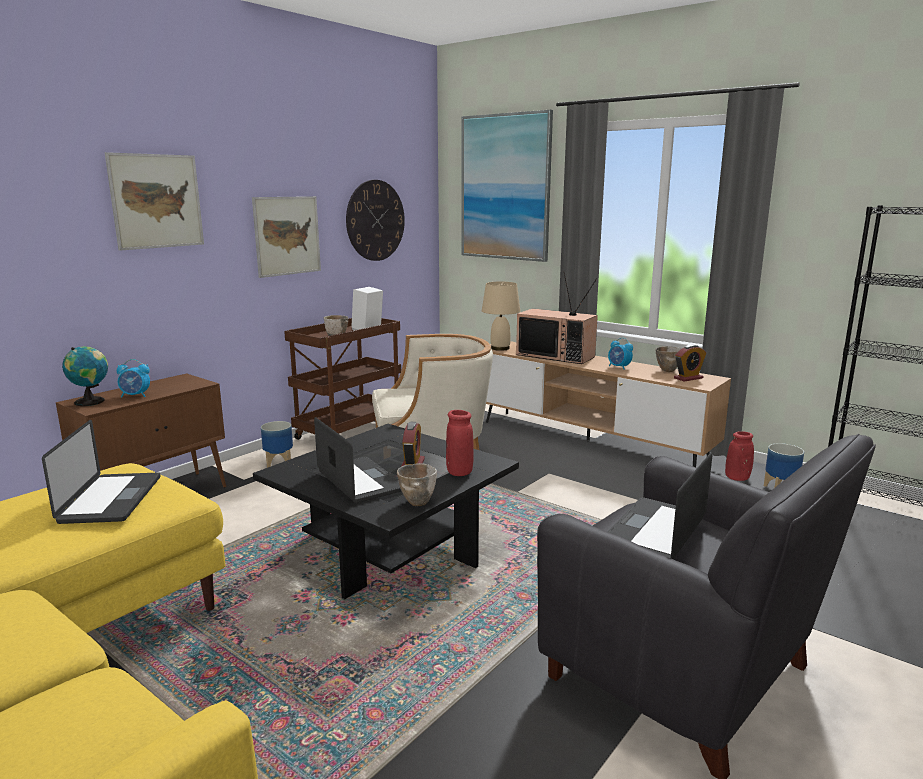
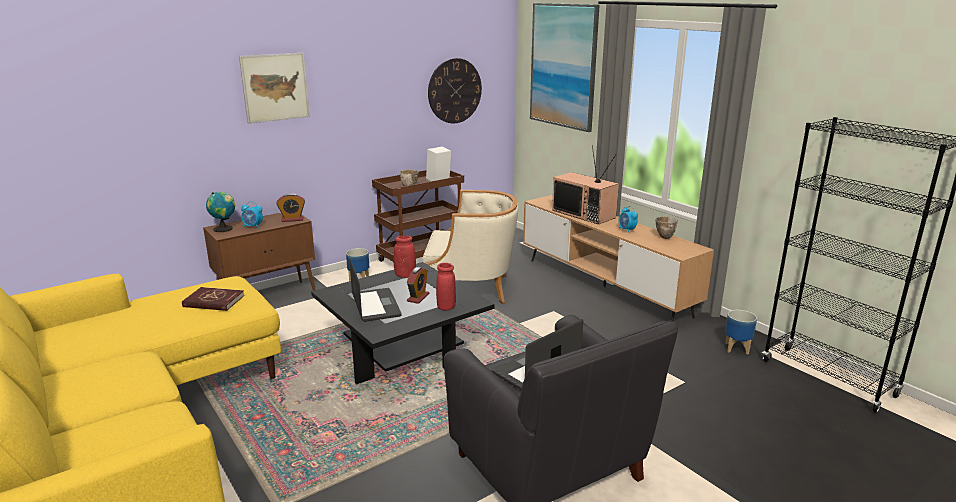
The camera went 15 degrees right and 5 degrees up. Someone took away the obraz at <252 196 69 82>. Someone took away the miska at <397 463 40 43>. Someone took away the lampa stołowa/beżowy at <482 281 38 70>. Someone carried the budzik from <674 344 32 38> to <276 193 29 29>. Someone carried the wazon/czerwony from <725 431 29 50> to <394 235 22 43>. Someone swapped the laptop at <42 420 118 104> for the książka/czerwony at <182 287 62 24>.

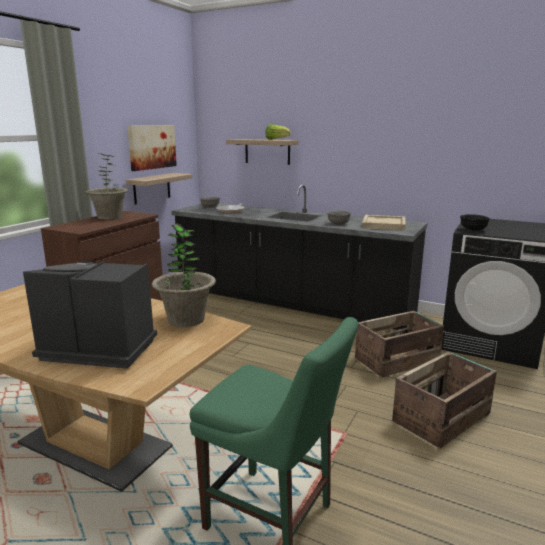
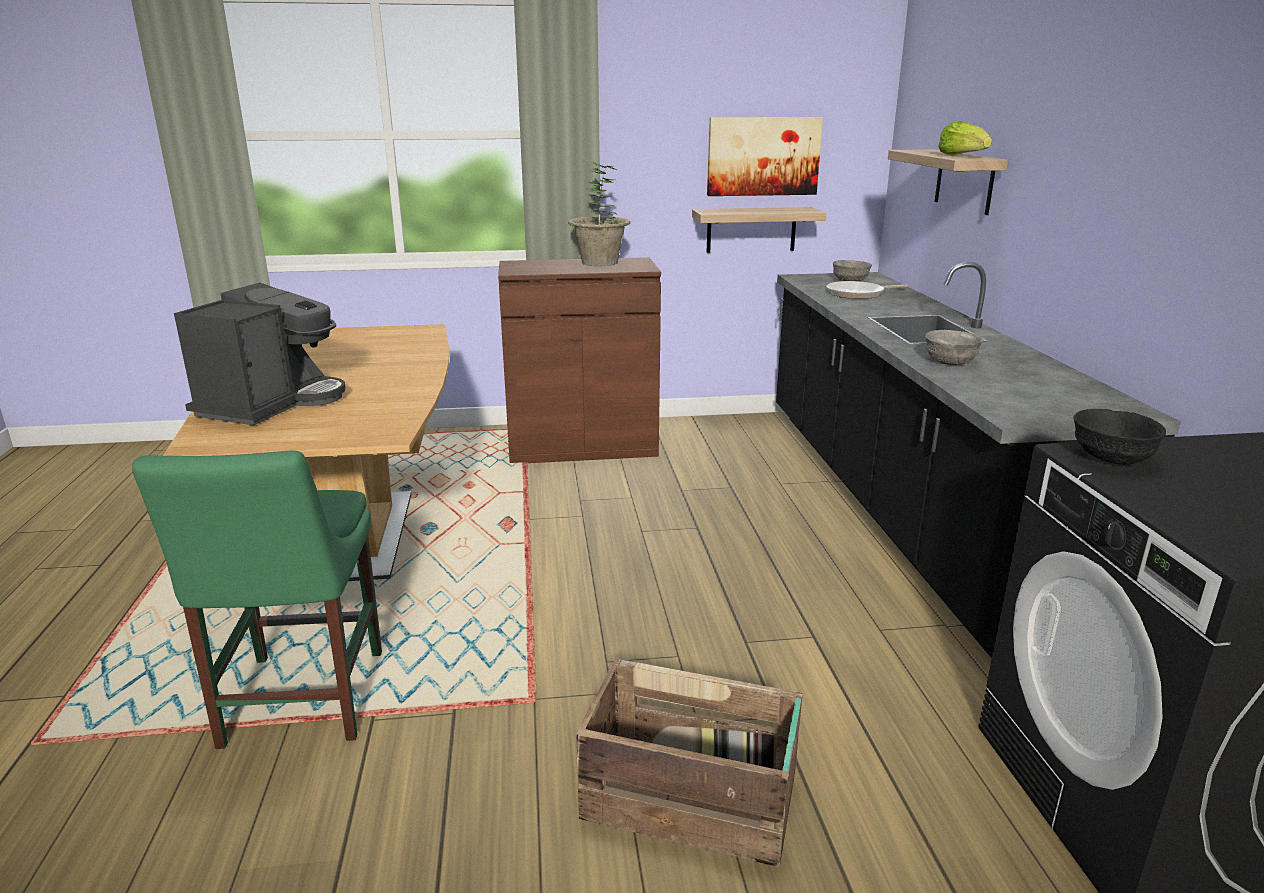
The camera went 55 degrees right and 5 degrees up. Someone took away the roślina doniczkowa at <152 224 64 103>. Someone took away the skrzynka at <355 311 89 66>. Someone took away the taca/beżowy at <362 215 44 15>. Someone rotated the ekspres do kawy at <23 261 134 108> by 45 degrees clockwise.

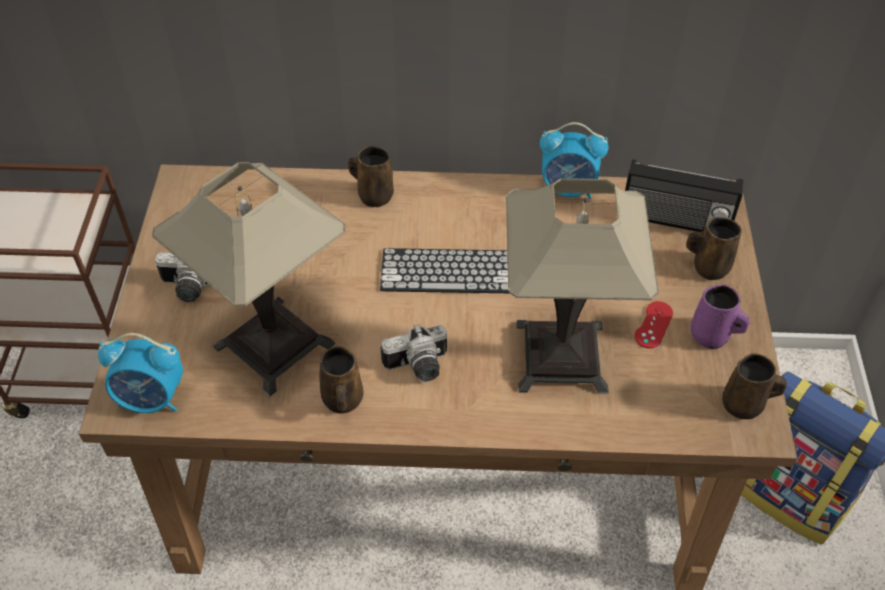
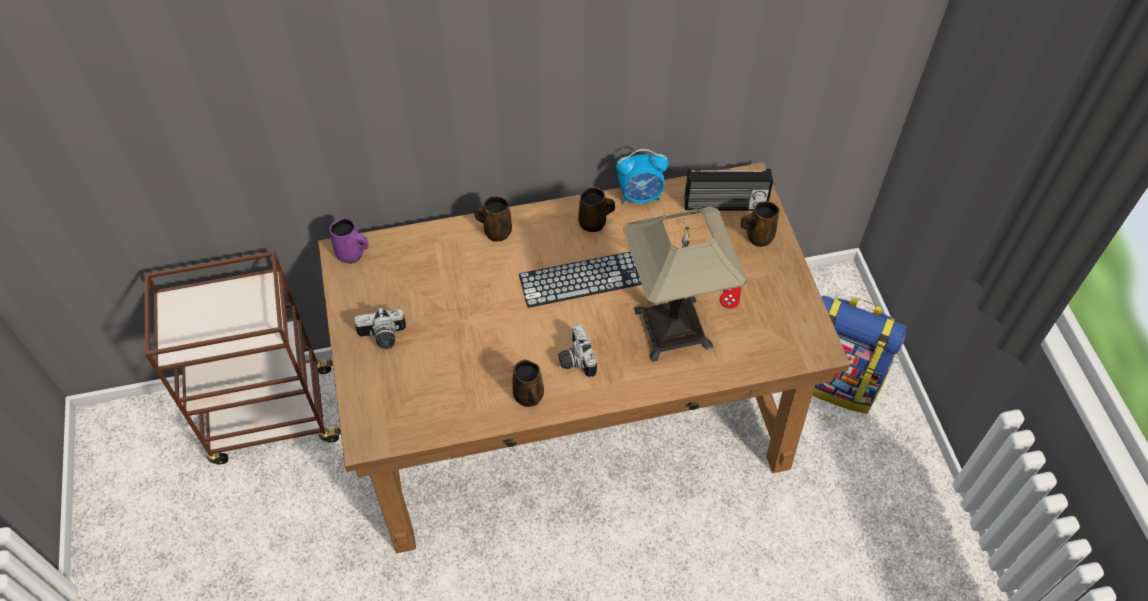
The camera went 15 degrees left and 5 degrees up. Someone took away the budzik at <98 333 85 80>. Someone took away the lampa stołowa at <152 162 193 235>. Someone carried the kubek/fioletowy from <691 284 59 65> to <330 218 39 46>. Someone carried the kubek/brązowy from <722 353 65 66> to <578 187 37 45>. Someone rotated the aparat fotograficzny at <380 324 67 58> by 105 degrees clockwise.

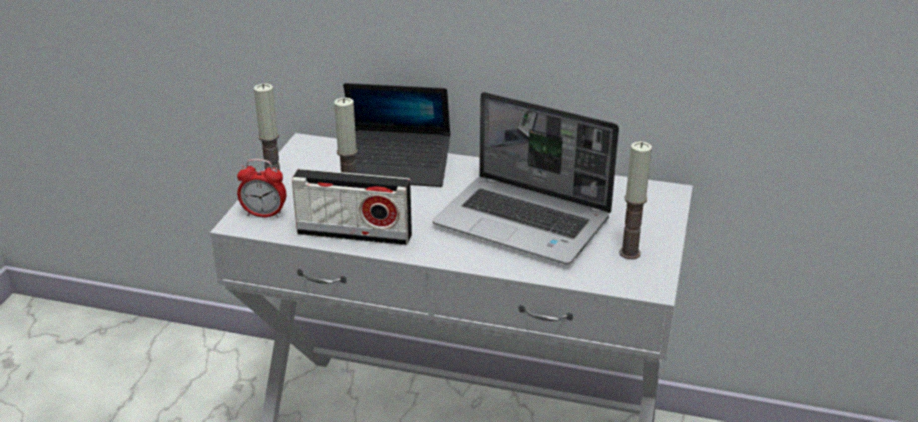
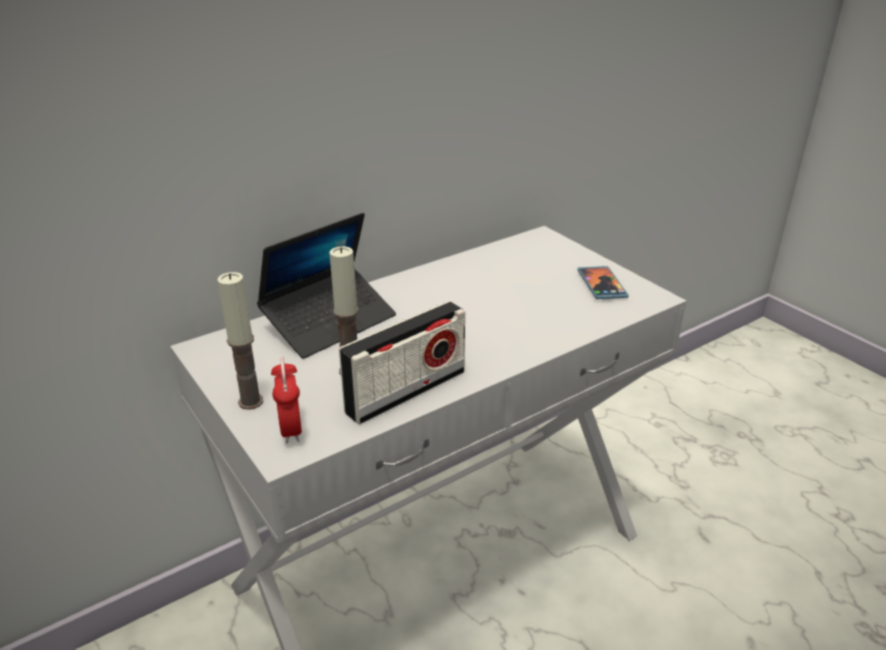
The camera went 50 degrees left and 0 degrees up. Someone took away the laptop at <433 92 186 173>. Someone swapped the świeca at <619 142 33 117> for the telefon at <578 266 50 33>. Someone rotated the budzik at <237 159 49 59> by 120 degrees clockwise.

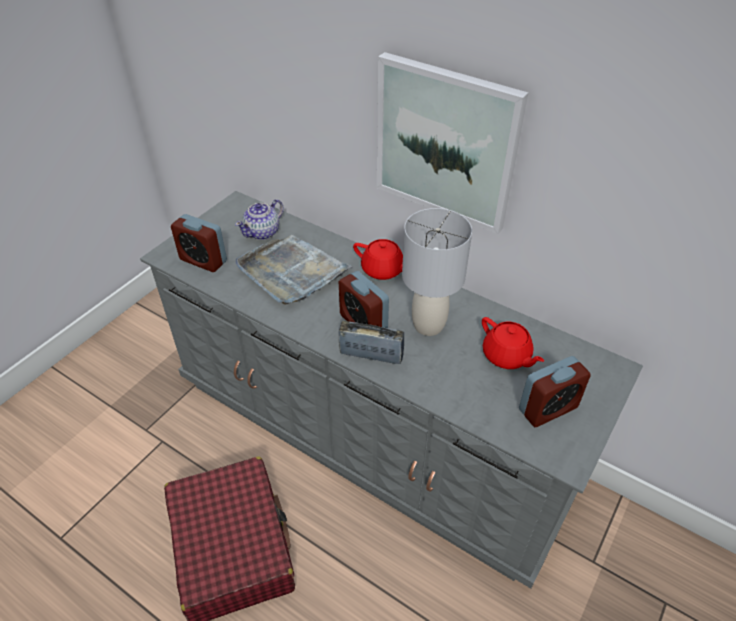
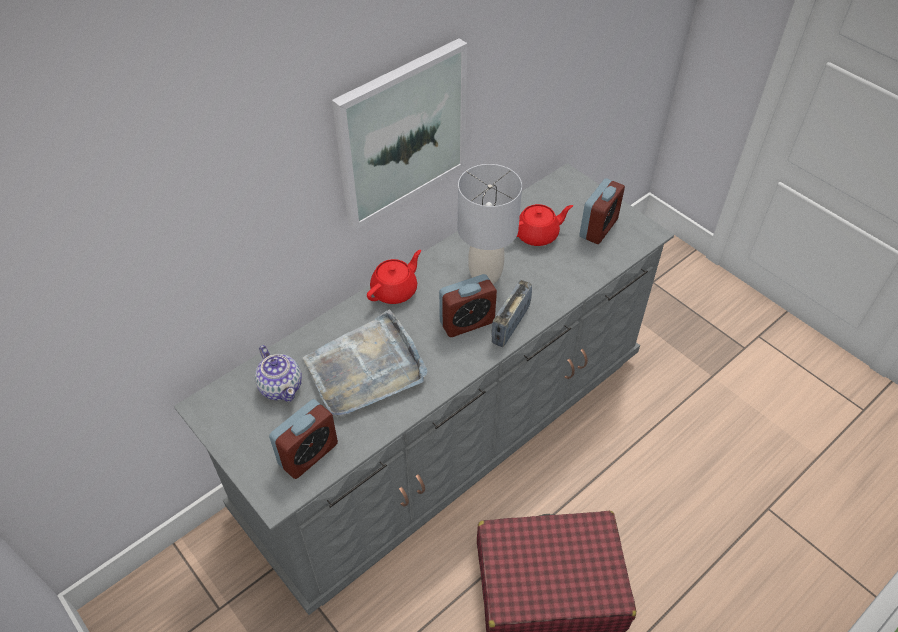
The camera went 75 degrees left and 5 degrees up. Someone rotated the budzik at <519 356 72 71> by 45 degrees clockwise.

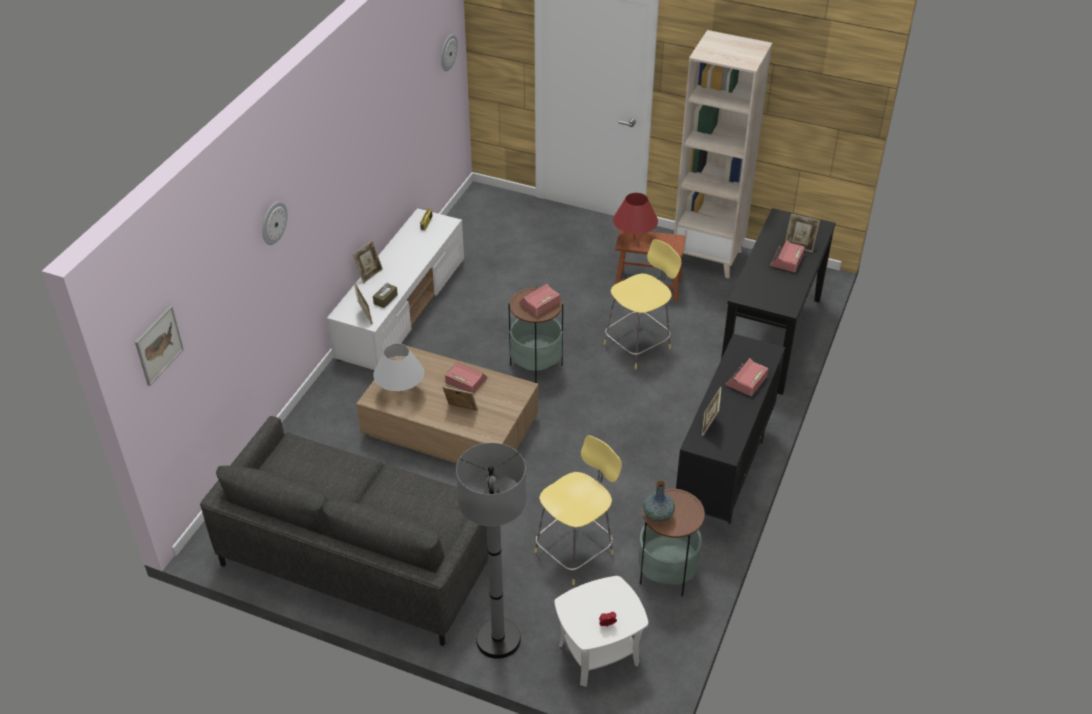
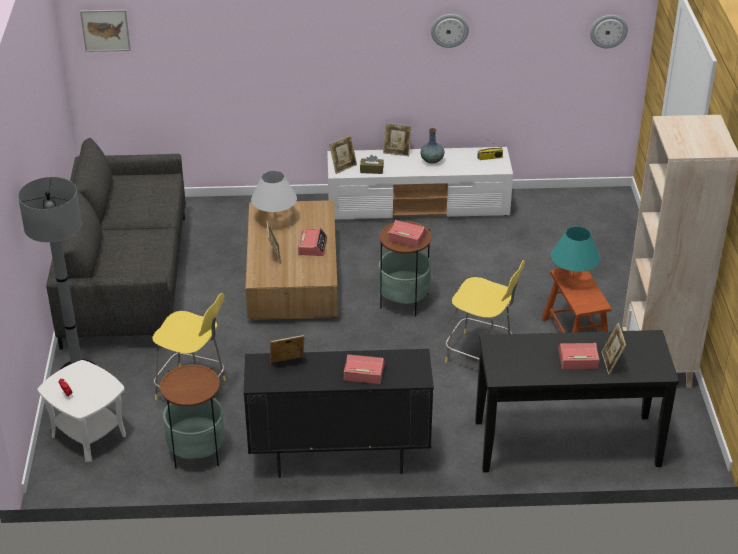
The camera went 65 degrees right and 5 degrees down. Someone carried the zegar ścienny from <262 201 26 44> to <431 14 38 34>. Someone carried the wazon from <643 480 32 42> to <420 128 25 36>. Someone repainted the lampa stołowa/czerwony at <613 193 45 47>, which became the lampa stołowa/turkusowy at <551 226 50 52>.

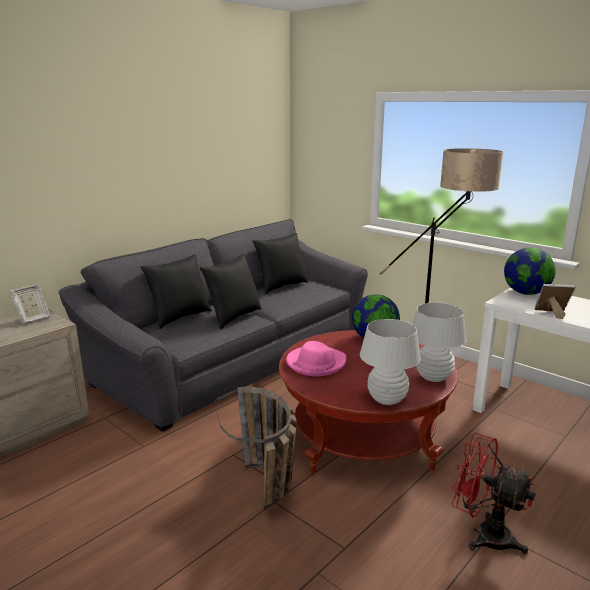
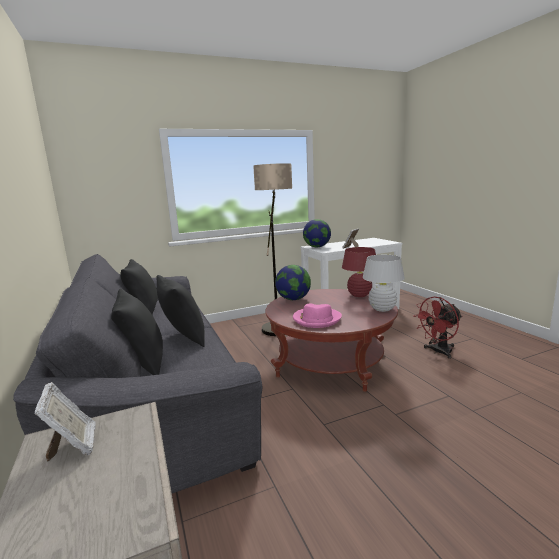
The camera went 65 degrees left and 5 degrees down. Someone took away the koszyk at <216 387 81 122>. Someone repainted the lampa stołowa/biały at <412 302 55 80>, which became the lampa stołowa/czerwony at <342 247 34 50>.

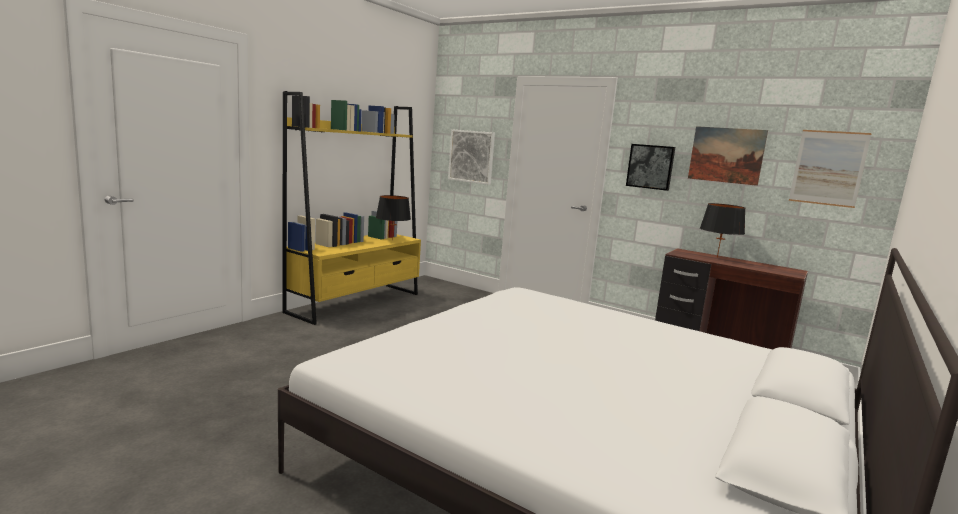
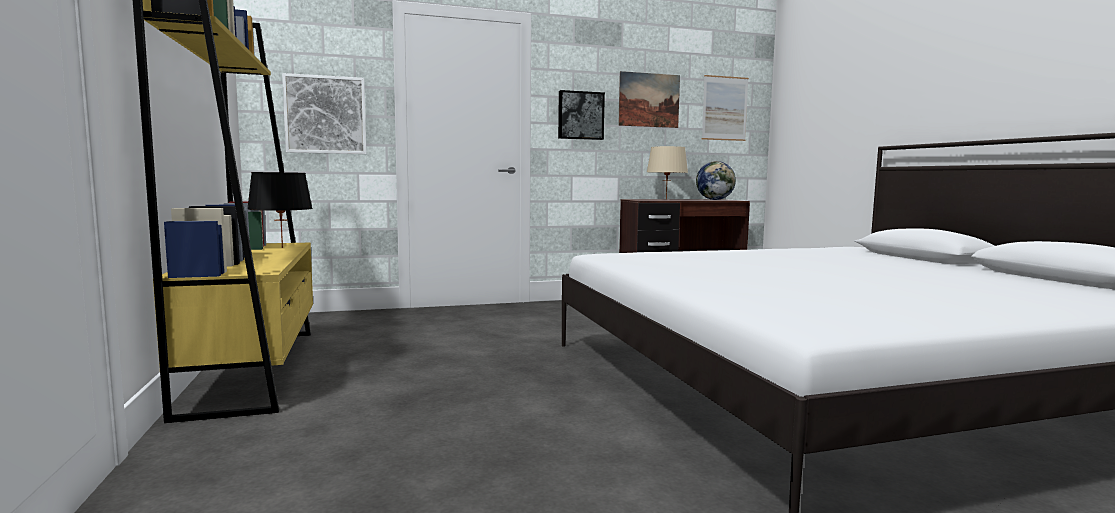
The camera went 50 degrees left and 5 degrees down. Someone put down the globus at <696 161 40 39>. Someone repainted the lampa stołowa/czarny at <700 203 45 55>, which became the lampa stołowa/beżowy at <647 146 41 54>.

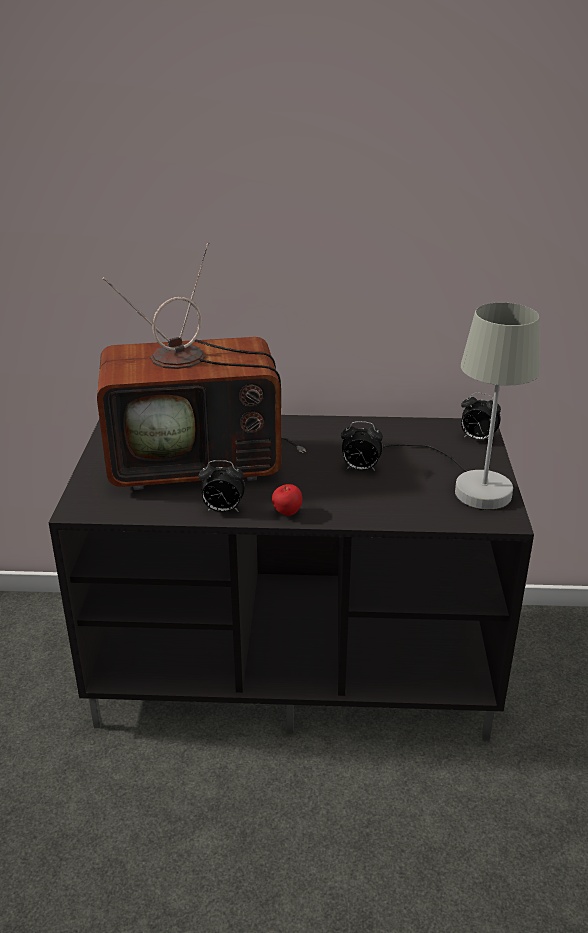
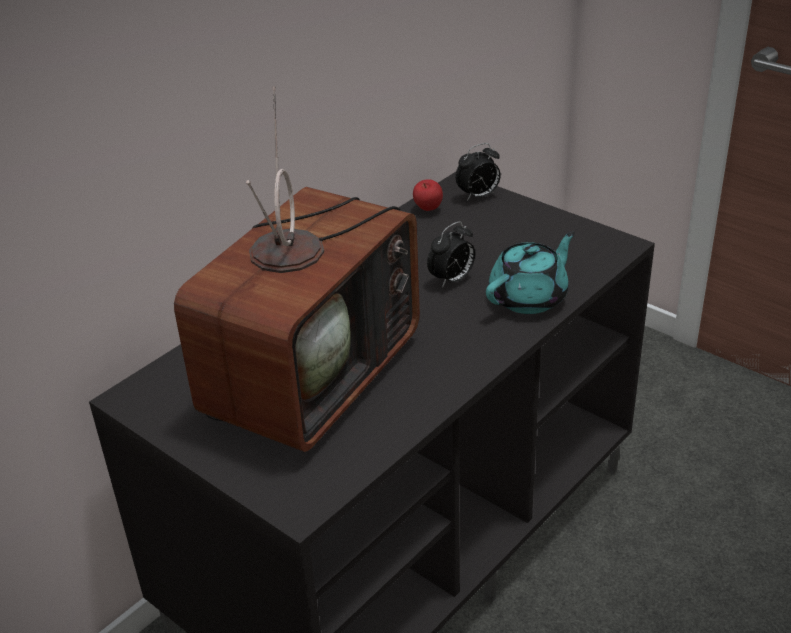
The camera went 50 degrees left and 5 degrees up. Someone took away the budzik at <198 460 47 52>. Someone took away the lampa stołowa/szary at <382 303 158 207>. Someone put down the imbryk/turkusowy at <486 232 89 82>. Someone carried the jabłko from <272 484 30 32> to <413 179 30 32>.

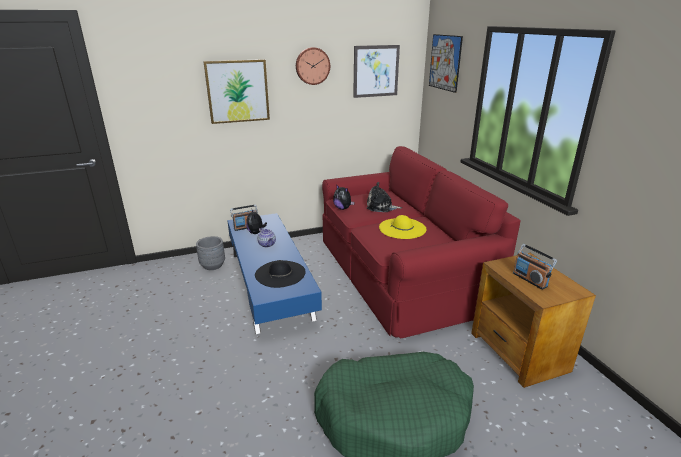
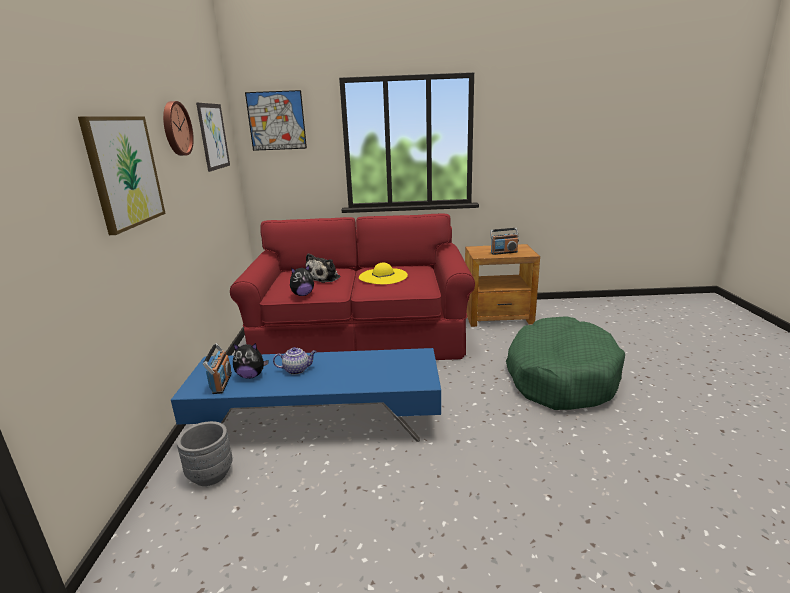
The camera went 70 degrees left and 5 degrees down. Someone took away the kapelusz/czarny at <255 260 51 28>.

